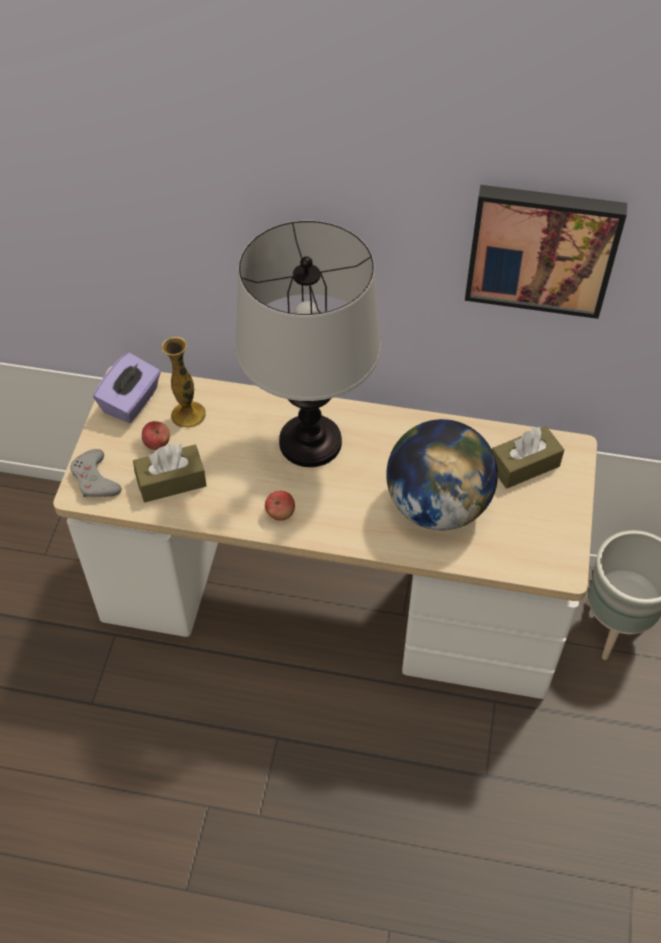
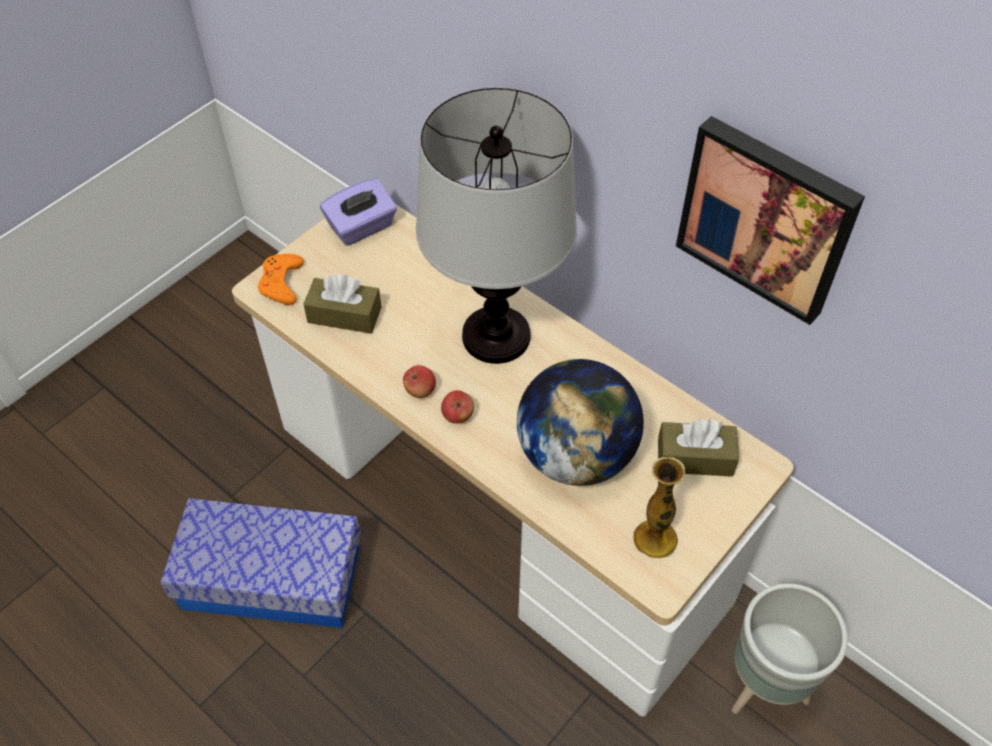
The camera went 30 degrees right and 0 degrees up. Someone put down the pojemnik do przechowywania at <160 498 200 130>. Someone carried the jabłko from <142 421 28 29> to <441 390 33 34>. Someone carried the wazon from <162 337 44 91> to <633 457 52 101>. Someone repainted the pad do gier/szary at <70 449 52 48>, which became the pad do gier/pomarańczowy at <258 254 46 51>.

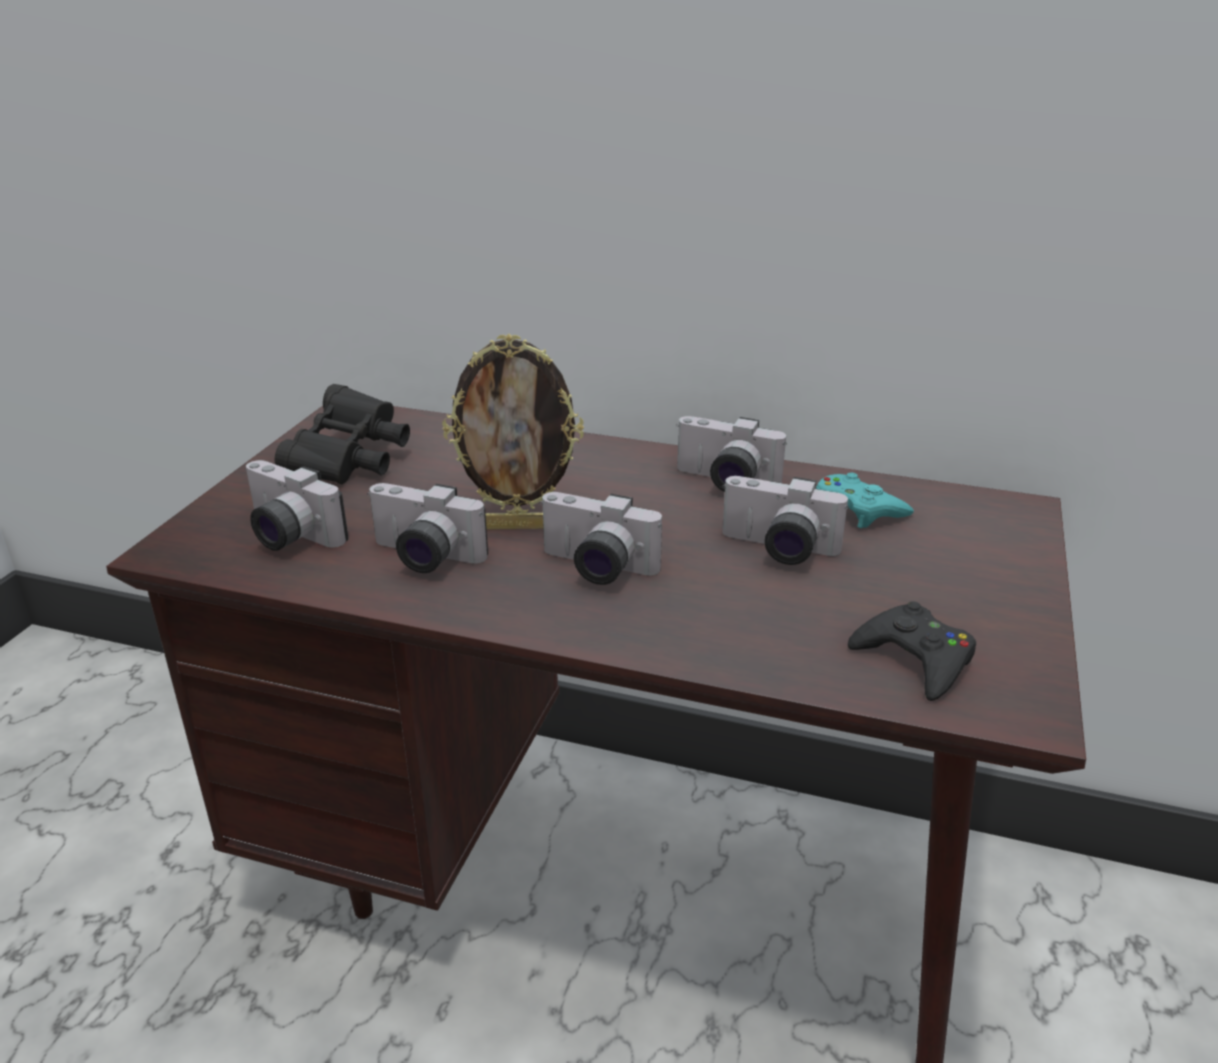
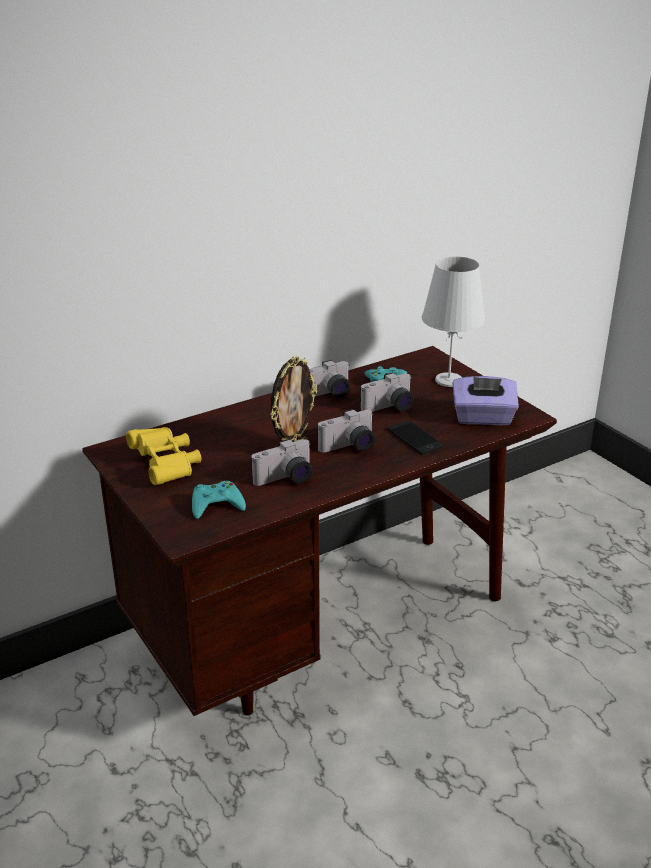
The camera went 50 degrees left and 0 degrees up. Someone put down the telefon at <387 420 57 34>. Someone put down the lampa stołowa/biały at <422 256 64 131>. Someone swapped the aparat fotograficzny at <245 460 104 91> for the pad do gier/turkusowy at <192 481 54 38>. Someone swapped the pad do gier/czarny at <848 601 128 100> for the pudełko chusteczek/fioletowy at <453 376 66 49>. Someone repainted the lornetka/czarny at <275 384 135 100>, which became the lornetka/żółty at <126 427 75 58>.

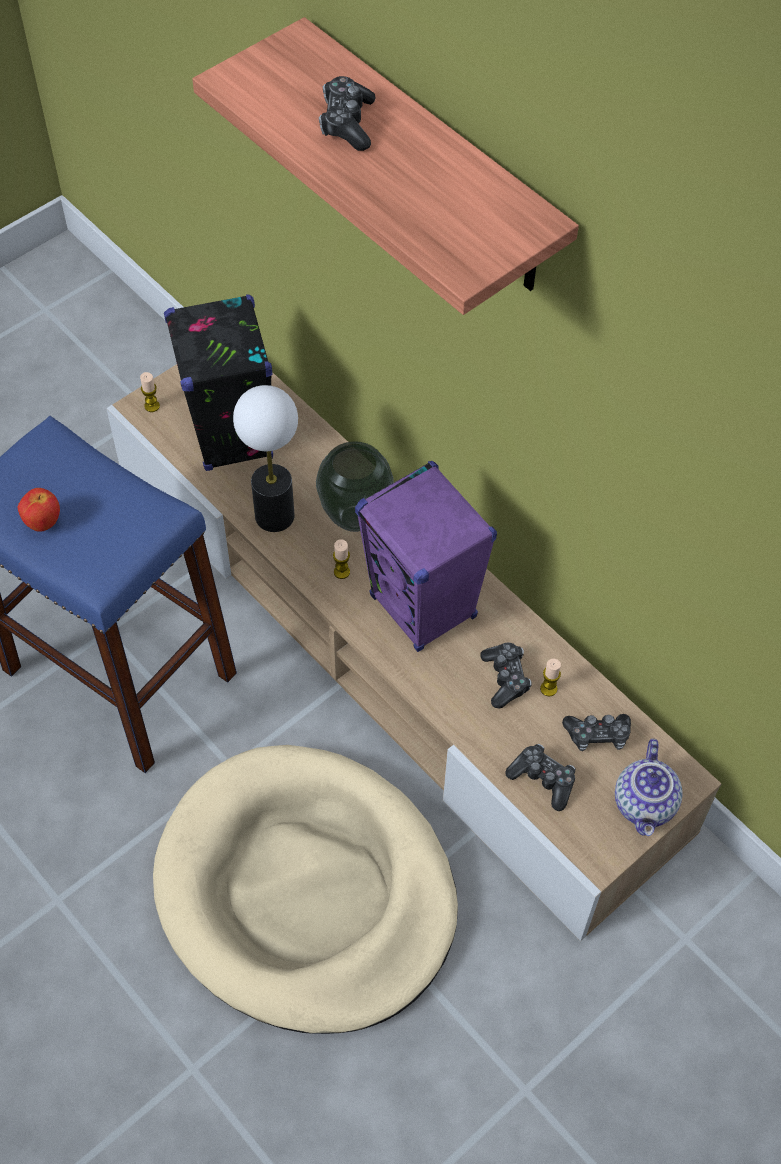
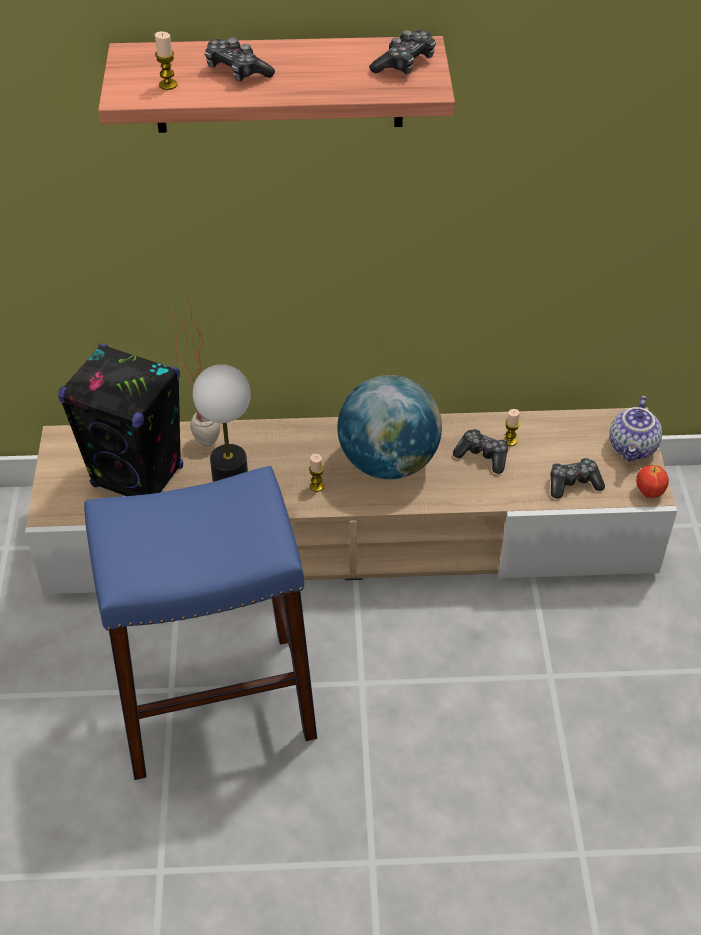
The camera went 50 degrees left and 10 degrees down. Someone took away the legowisko/beżowy at <153 745 305 289>. Someone took away the wazon at <316 441 78 91>. Someone put down the roślina doniczkowa at <172 297 49 150>. Someone carried the jabłko from <18 488 42 43> to <636 465 33 33>. Someone carried the świeca from <140 372 20 40> to <155 31 23 59>. Someone carried the pad do gier from <562 714 69 37> to <369 30 67 44>. Someone swapped the głośnik/fioletowy at <355 461 142 191> for the globus at <337 375 105 104>. Someone rotated the imbryk at <615 739 67 97> by 60 degrees clockwise.

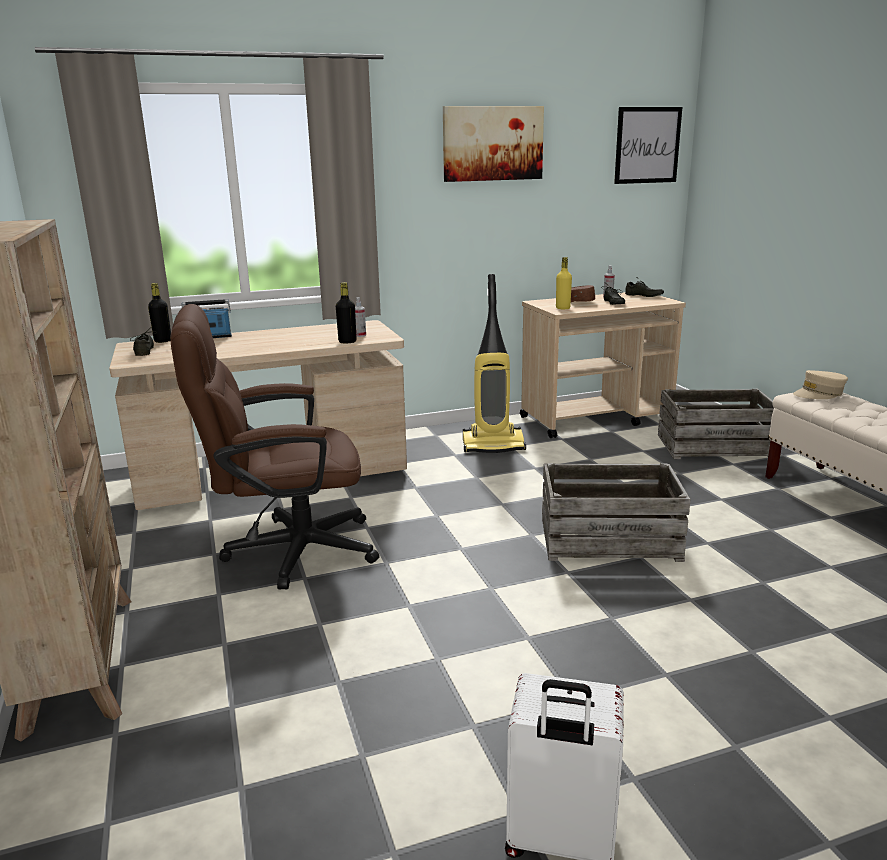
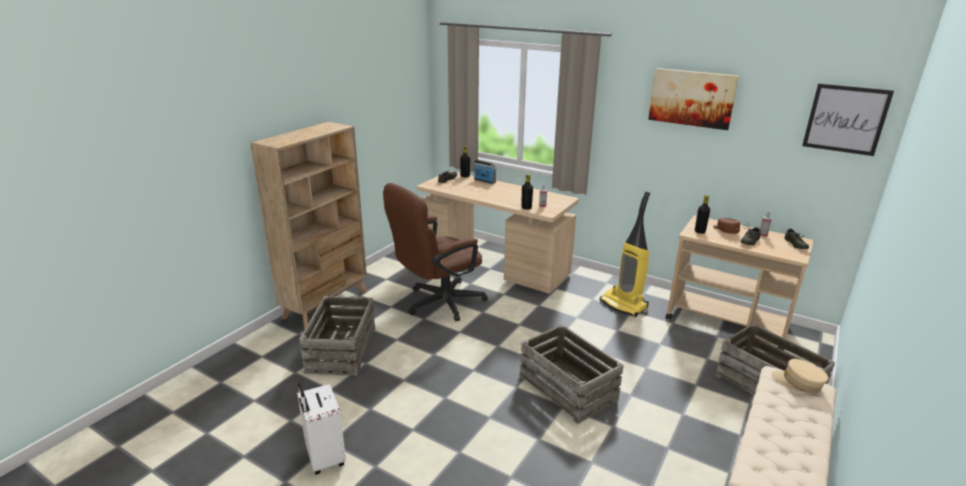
The camera went 50 degrees right and 5 degrees up. Someone put down the skrzynka at <299 296 76 80>. Someone repainted the butelka/żółty at <556 257 16 52>, which became the butelka/czarny at <695 195 15 39>. Someone rotated the krzesło biurowe/brązowy at <170 304 209 285> by 75 degrees counterclockwise.

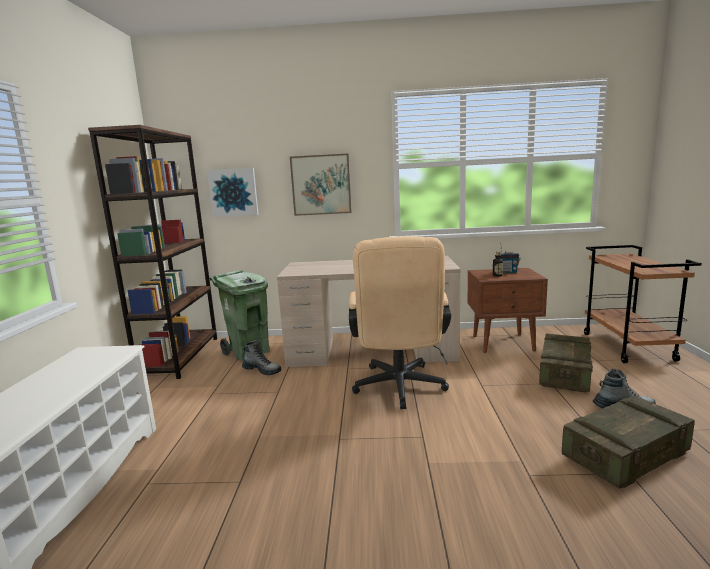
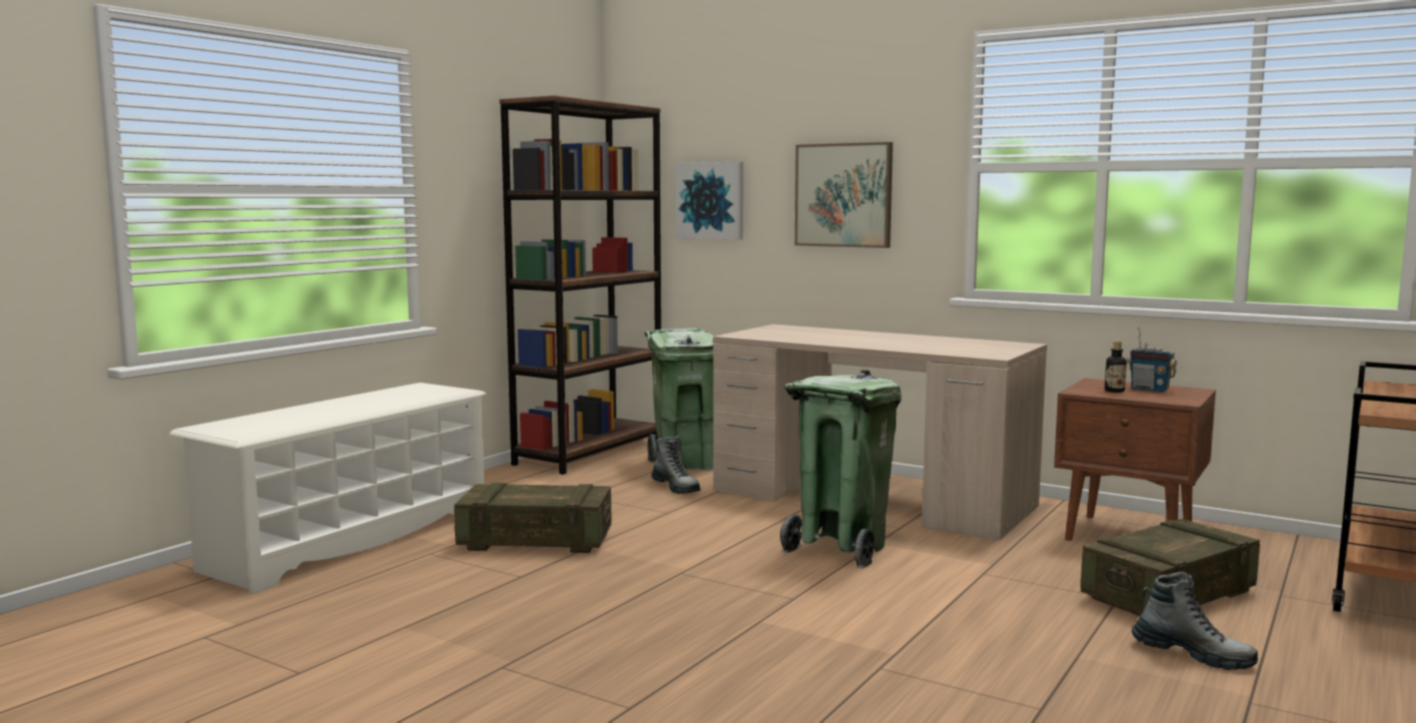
The camera went 30 degrees right and 5 degrees down. Someone carried the skrzynka from <562 395 133 94> to <454 483 158 70>. Someone swapped the krzesło biurowe/beżowy at <349 236 102 173> for the kosz na śmieci/zielony at <780 369 121 200>.

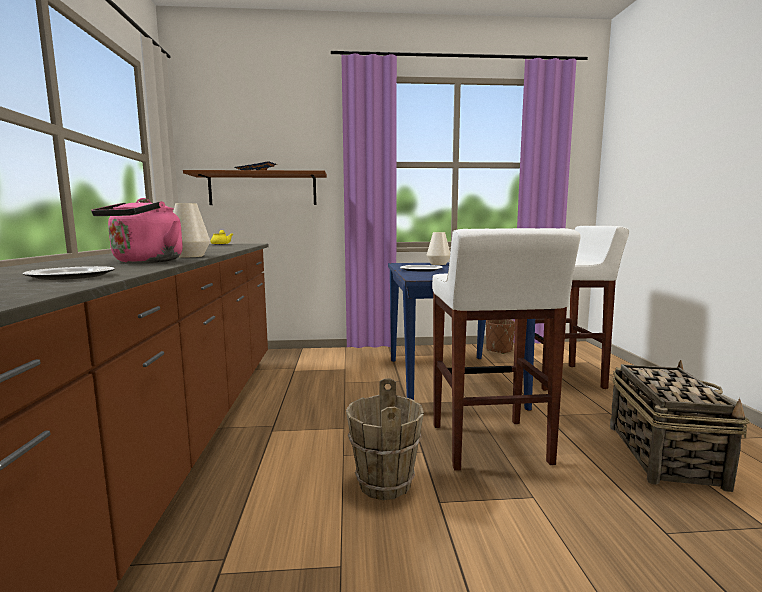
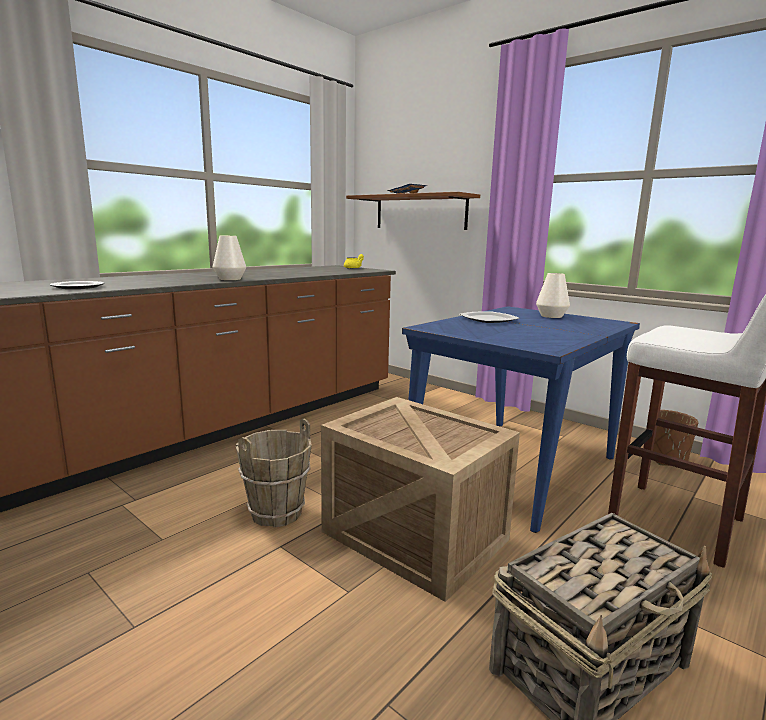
The camera went 45 degrees right and 5 degrees up. Someone took away the czajnik/różowy at <91 198 92 65>. Someone swapped the stołek/biały at <432 228 149 243> for the skrzynka at <321 397 199 205>.

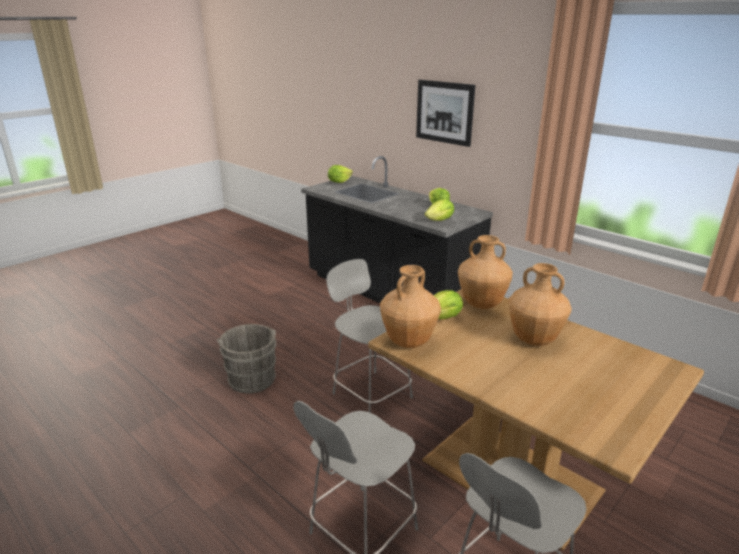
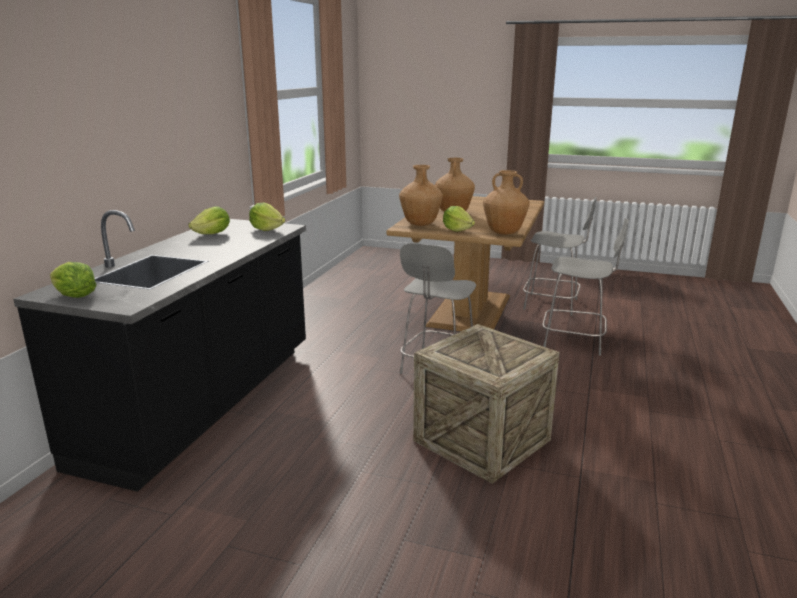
The camera went 115 degrees left and 5 degrees down. Someone took away the obraz at <416 80 59 67>. Someone swapped the wiadro/szary at <217 324 60 70> for the skrzynka at <413 324 147 160>.

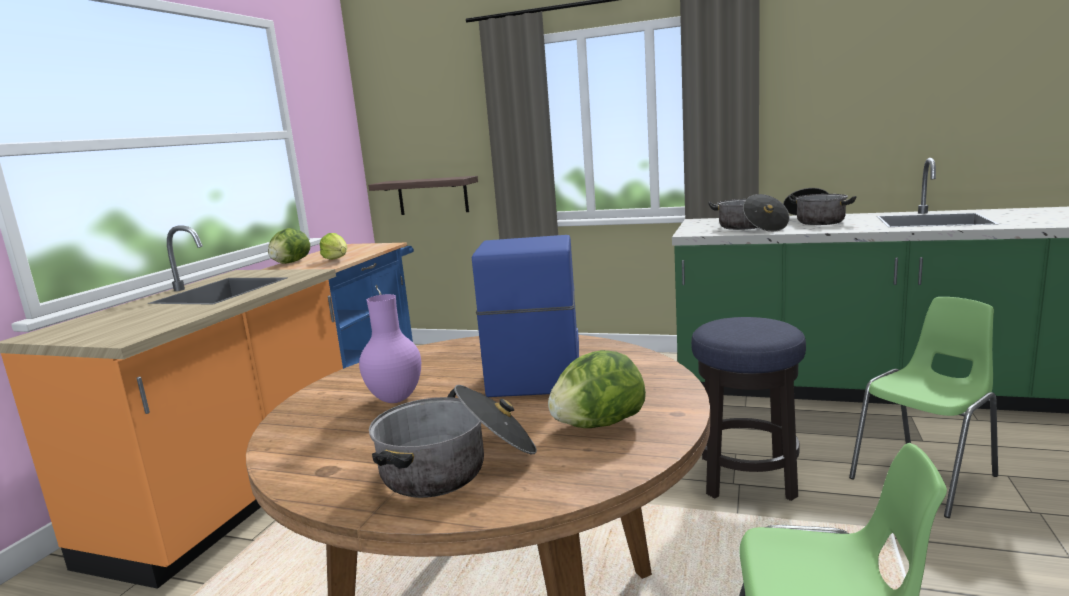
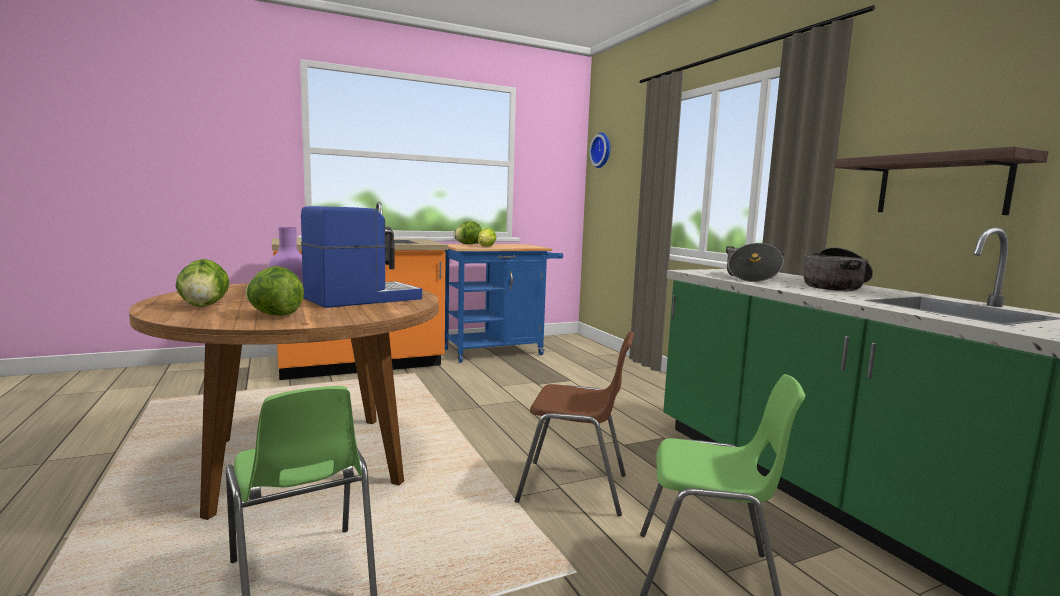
The camera went 45 degrees right and 5 degrees down. Someone put up the zegar ścienny at <589 133 21 35>. Someone carried the półka from <368 176 110 39> to <834 146 215 69>. Someone swapped the garnek at <369 385 168 113> for the sałata at <175 259 54 48>. Someone swapped the stołek at <691 317 115 184> for the krzesło/brązowy at <515 331 119 185>.

